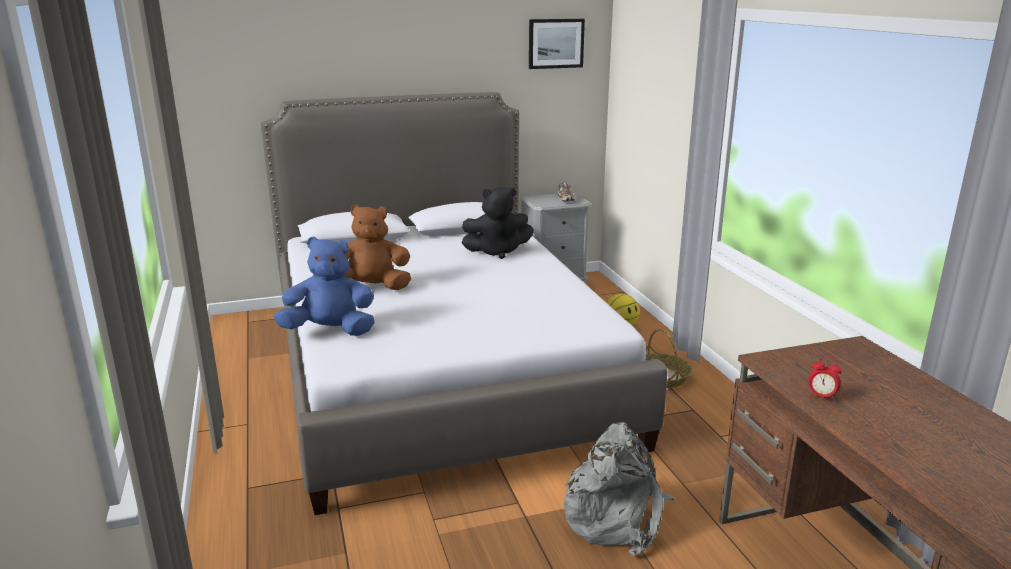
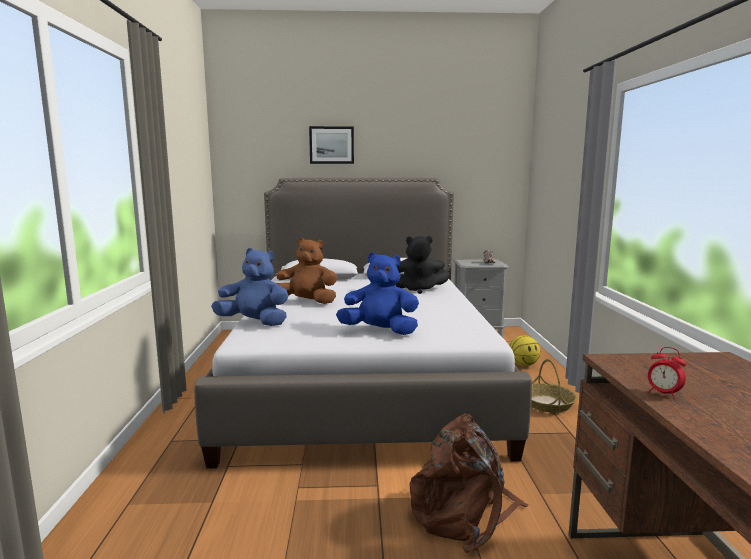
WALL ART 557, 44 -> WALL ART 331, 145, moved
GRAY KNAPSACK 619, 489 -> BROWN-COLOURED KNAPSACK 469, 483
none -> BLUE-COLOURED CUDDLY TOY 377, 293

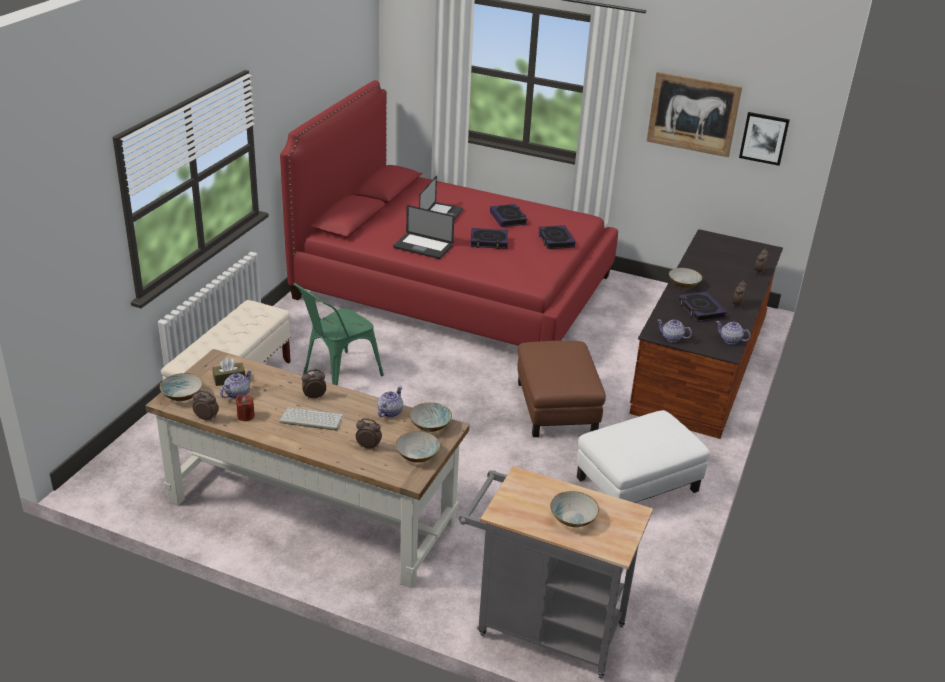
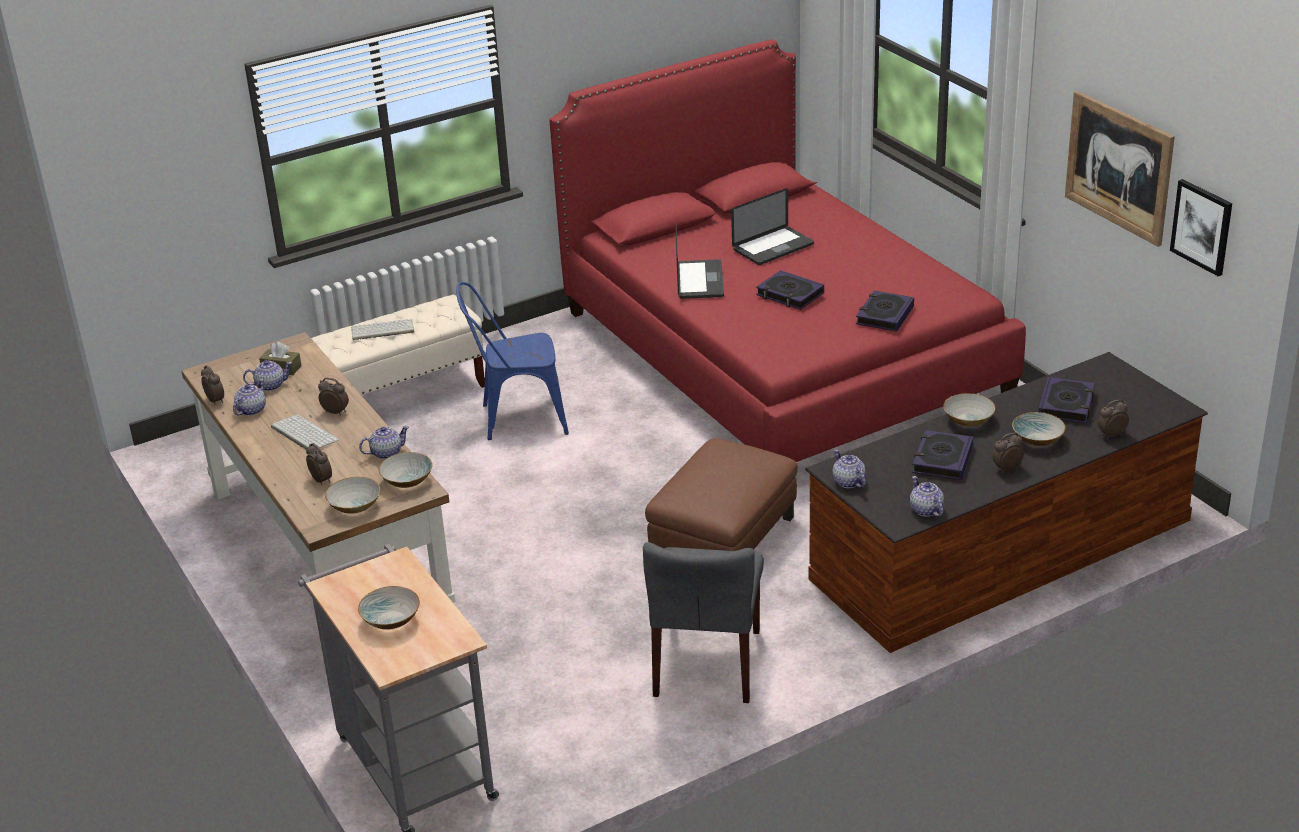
VOLUME 509, 215 -> VOLUME 1066, 400, moved
PORTABLE COMPUTER 423, 232 -> PORTABLE COMPUTER 699, 261, 150 degrees counterclockwise
GREEN PLAIN CHAIR 338, 334 -> BLUE-COLOURED PLAIN CHAIR 512, 361
SERVING BOWL 181, 387 -> SERVING BOWL 1039, 429, moved
RED WAX LIGHT 245, 408 -> POT FOR TEA 249, 397
WHITE OTTOMAN 643, 456 -> GRAY PLAIN CHAIR 703, 622
none -> PC KEYBOARD 382, 329

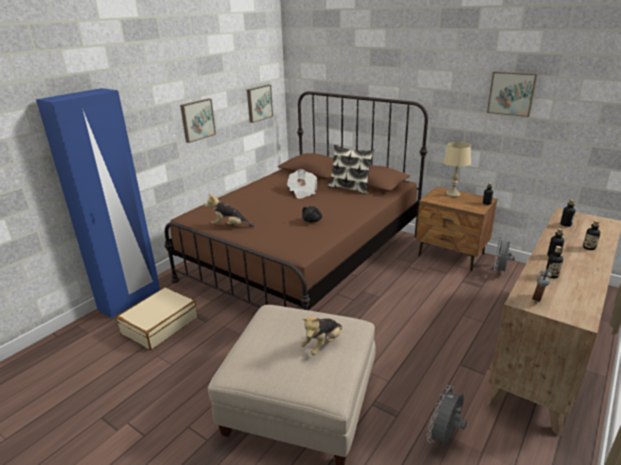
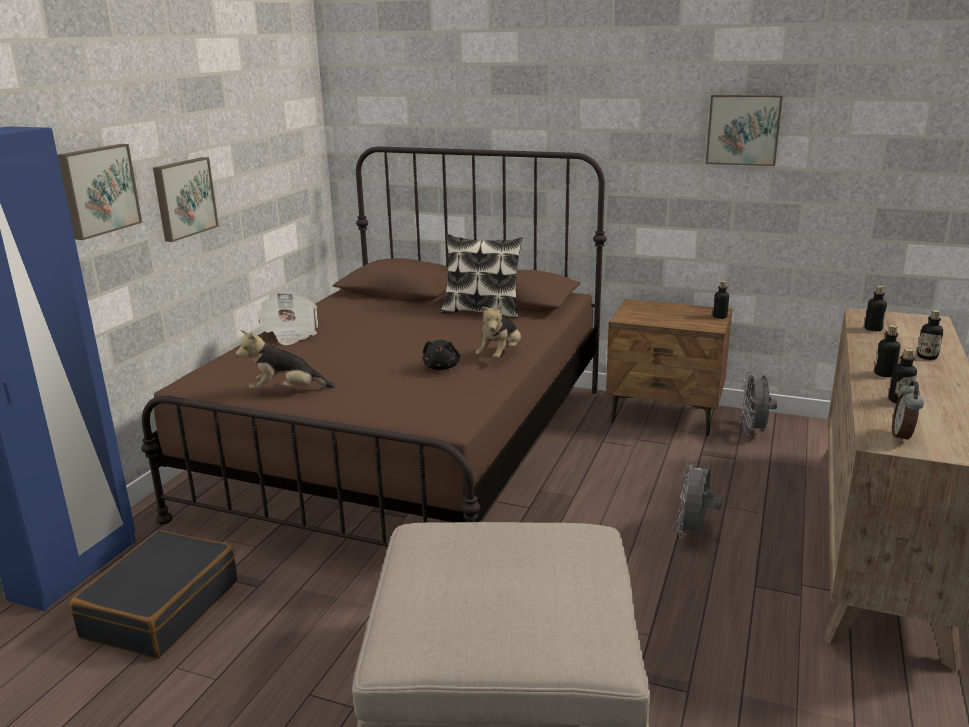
WALL ART 260, 104 -> WALL ART 100, 192, moved
SAND-COLOURED TABLETOP LAMP 457, 169 -> none
PRINTED PAPER 302, 184 -> PRINTED PAPER 288, 318, moved
SAND-COLOURED TRAVEL CASE 157, 318 -> BLACK-COLOURED TRAVEL CASE 153, 594
CUDDLY TOY 321, 336 -> CUDDLY TOY 498, 331, moved
GRAY COOLING FAN 447, 415 -> GRAY COOLING FAN 699, 497, moved

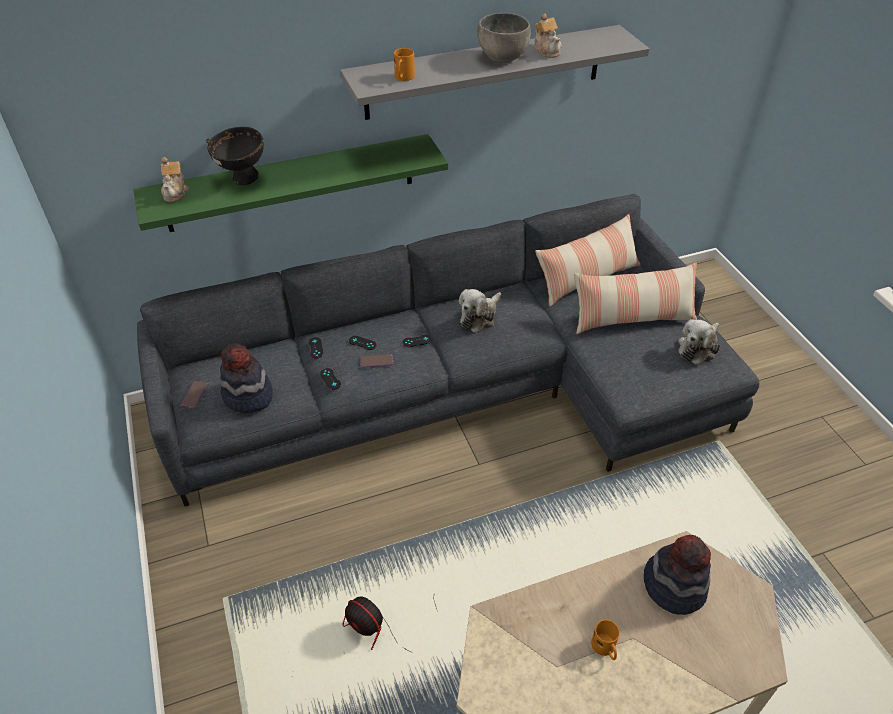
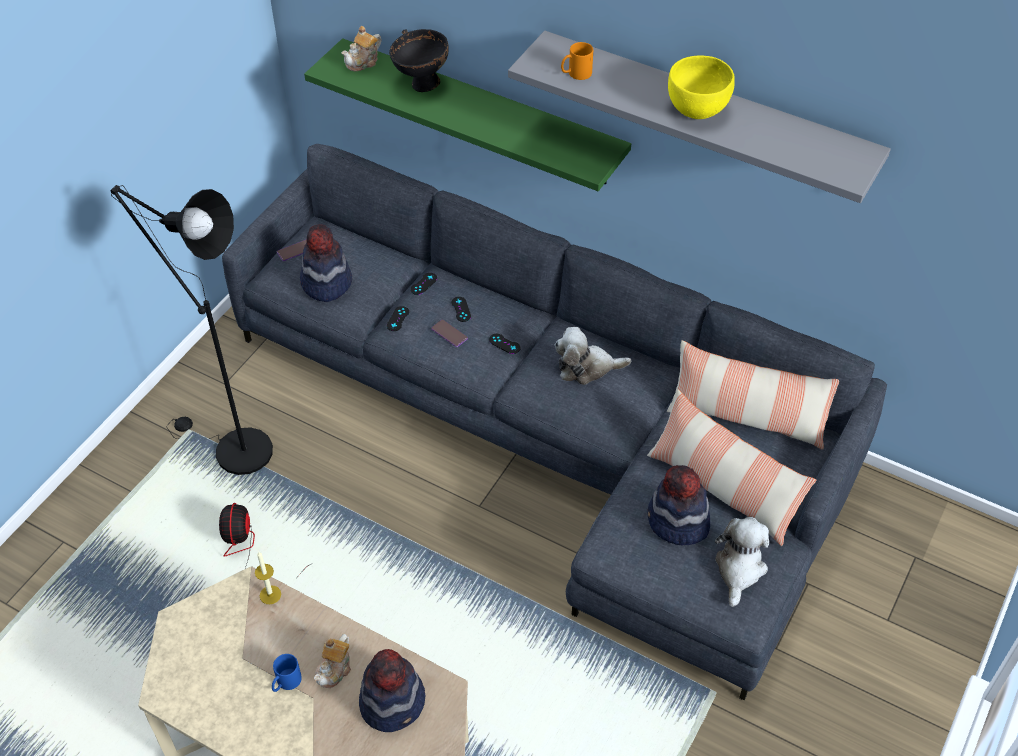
GRAY SERVING BOWL 504, 38 -> YELLOW-COLOURED SERVING BOWL 701, 87
POT FOR TEA 548, 35 -> POT FOR TEA 332, 661, moved
CUDDLY TOY 699, 342 -> CUDDLY TOY 742, 562, 105 degrees clockwise
ORANGEY COFFEE MUG 605, 640 -> BLUE-COLOURED COFFEE MUG 287, 673
none -> BLACK-COLOURED STANDING LAMP 191, 330
none -> WEARABLE HAT 678, 505
none -> WAX LIGHT 268, 578

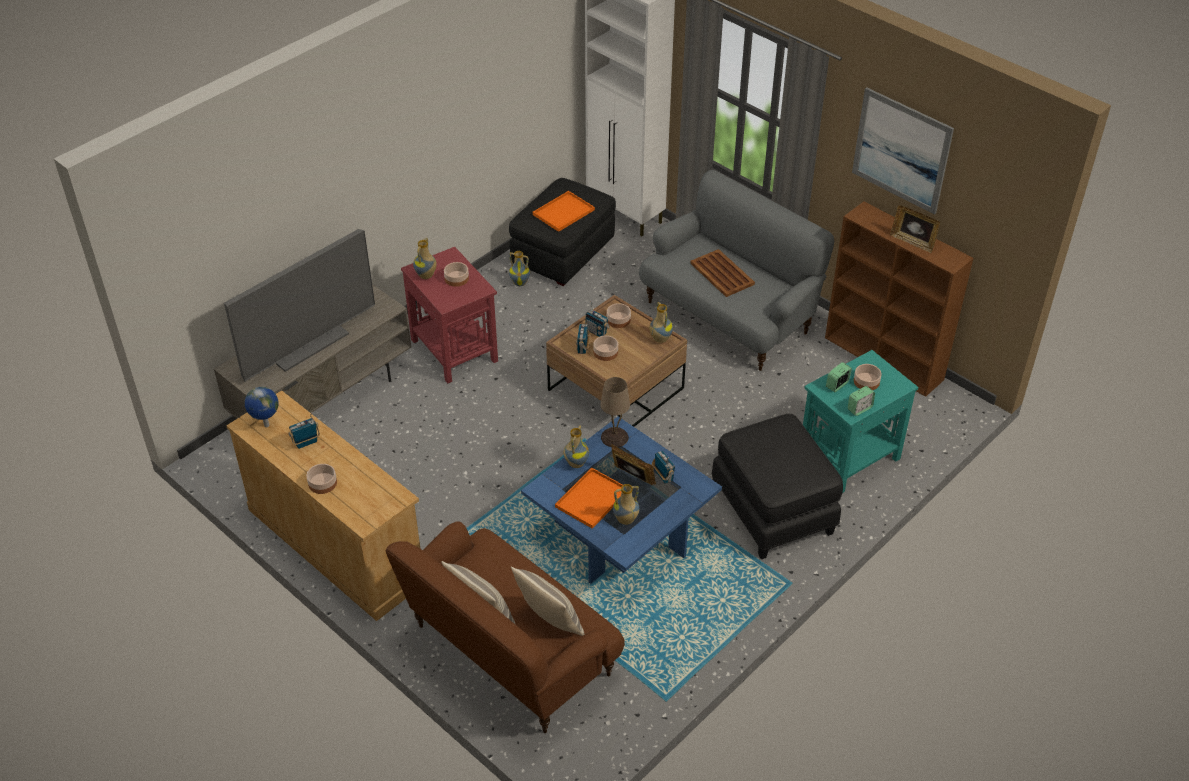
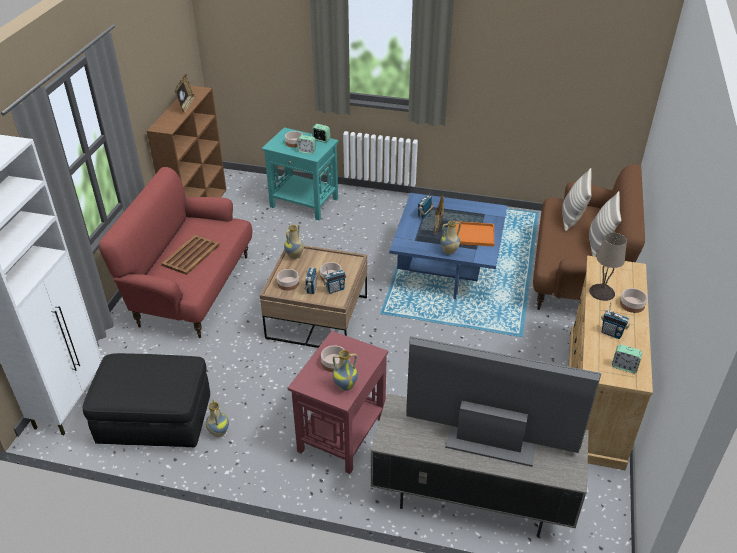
WALL ART 903, 151 -> none
GRAY SOFA 736, 270 -> RED SOFA 175, 252
ORANGEY TRAY 564, 211 -> none
SAND-COLOURED TABLETOP LAMP 615, 412 -> SAND-COLOURED TABLETOP LAMP 608, 267, moved
DESK GLOBE 261, 407 -> BEDSIDE CLOCK 627, 359
BLACK-COLOURED OTTOMAN 777, 487 -> none
FLOWER VASE 626, 504 -> none

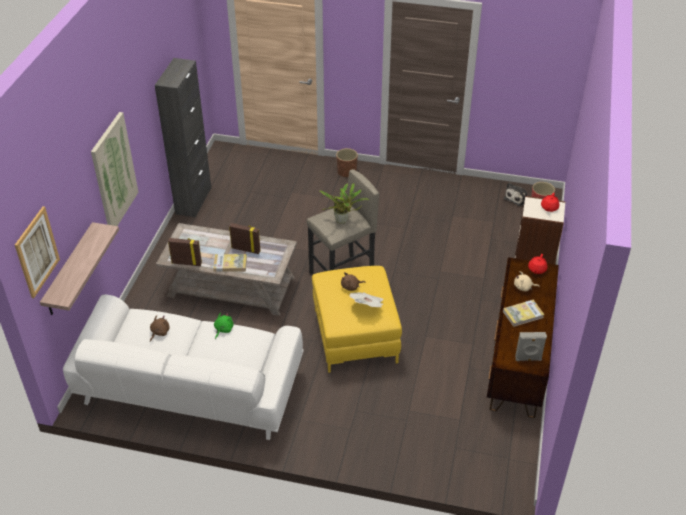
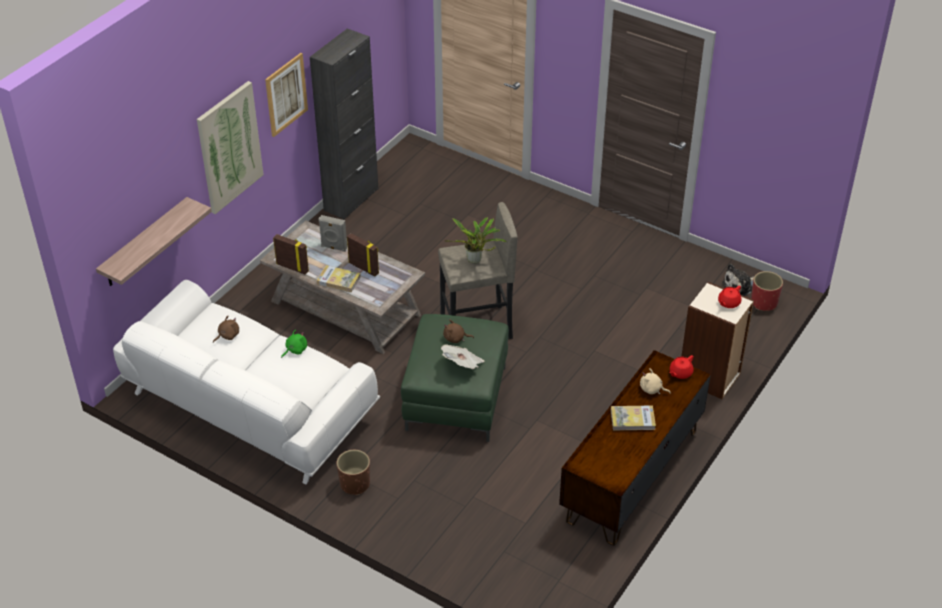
BROWN-COLOURED FLOWER POT 347, 162 -> BROWN-COLOURED FLOWER POT 353, 472, moved
WALL ART 37, 252 -> WALL ART 286, 95, moved
YELLOW-COLOURED OTTOMAN 357, 319 -> GREEN OTTOMAN 455, 378
GRAY LOUDSPEAKER 531, 346 -> GRAY LOUDSPEAKER 332, 233, moved

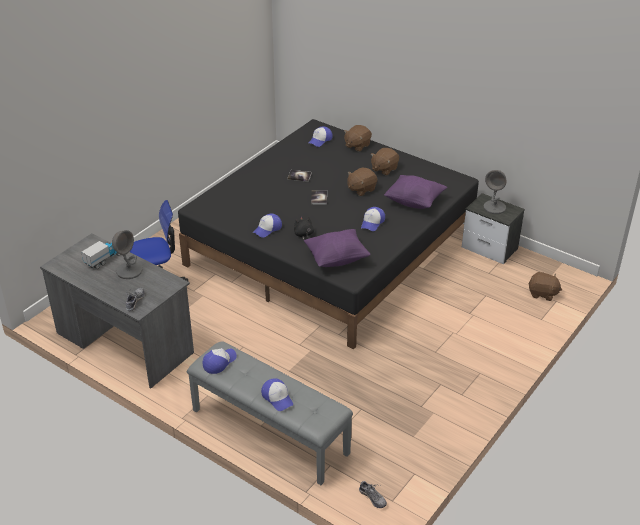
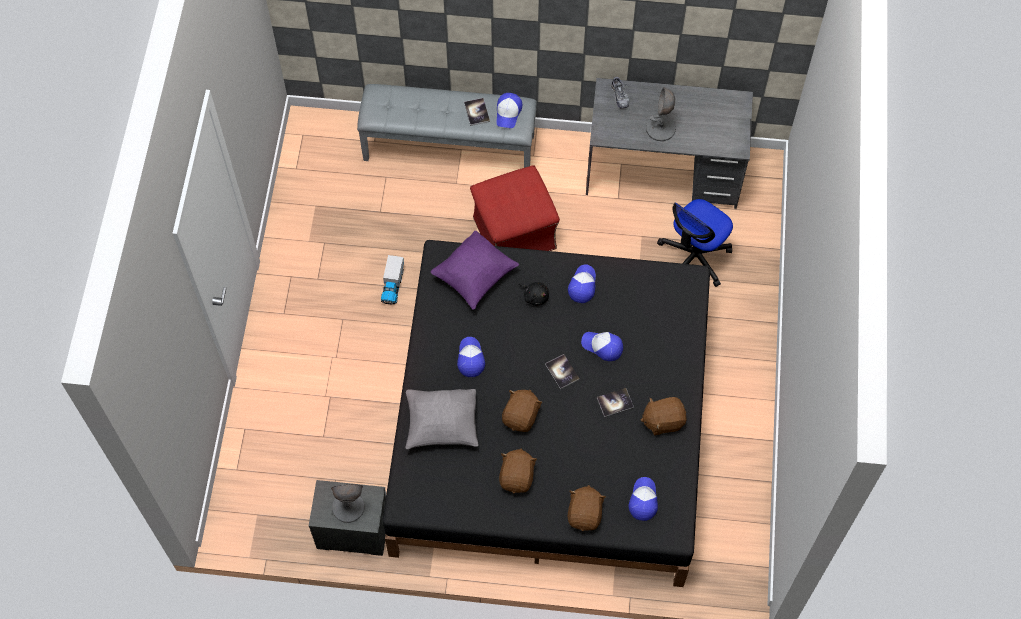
PURPLE PILLOW 415, 192 -> GRAY PILLOW 442, 419
MODEL TRUCK 100, 255 -> MODEL TRUCK 392, 279, moved
BROWN-COLOURED CUDDLY TOY 545, 286 -> BROWN-COLOURED CUDDLY TOY 663, 416, moved
PEAKED CAP 277, 394 -> PEAKED CAP 602, 346, moved
ITEM OF FOOTWEAR 373, 494 -> none
none -> VOLUME 477, 112
none -> RED OTTOMAN 515, 208

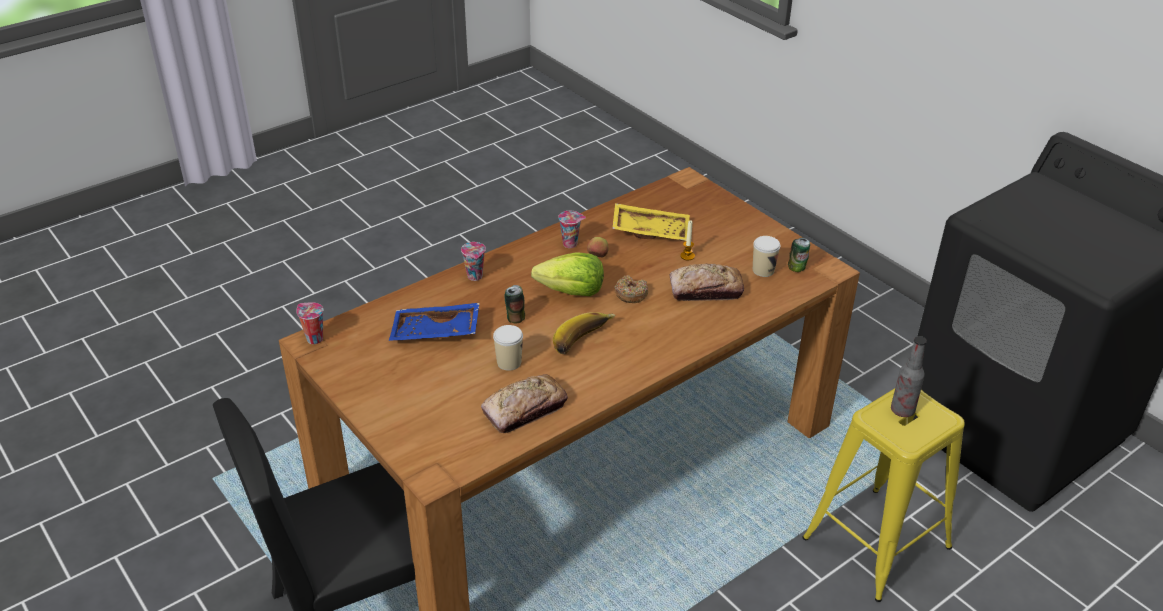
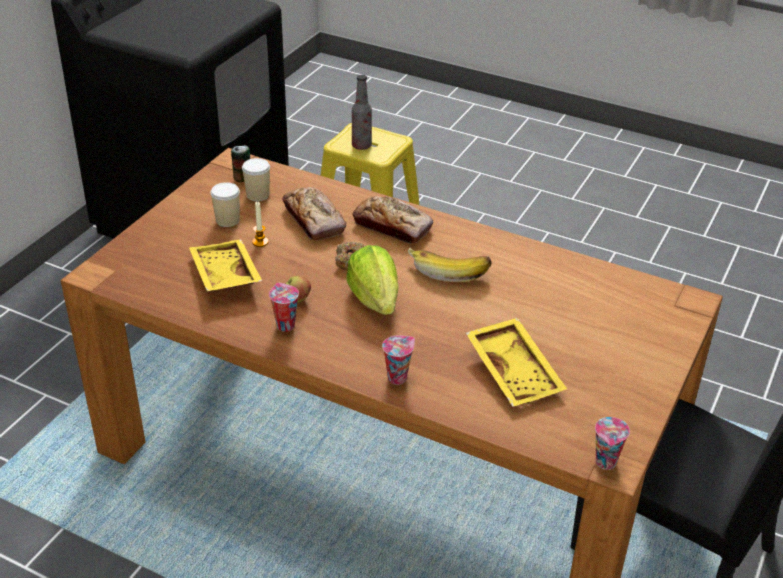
CAN 514, 304 -> none
BLUE-COLOURED TRAY 434, 322 -> YELLOW-COLOURED TRAY 516, 362
SMALL CUP 508, 348 -> SMALL CUP 225, 204, moved
BAKERY BREAD 524, 403 -> BAKERY BREAD 393, 220, moved

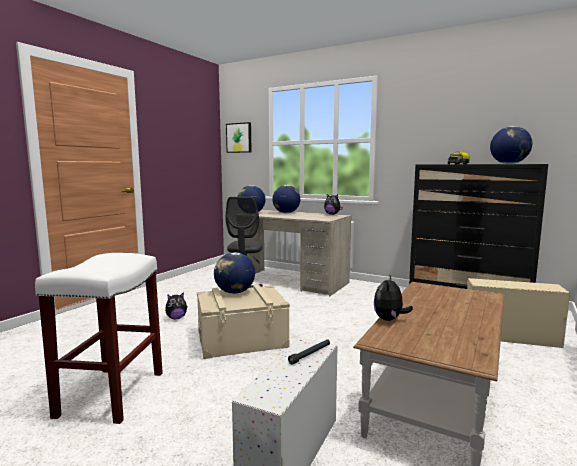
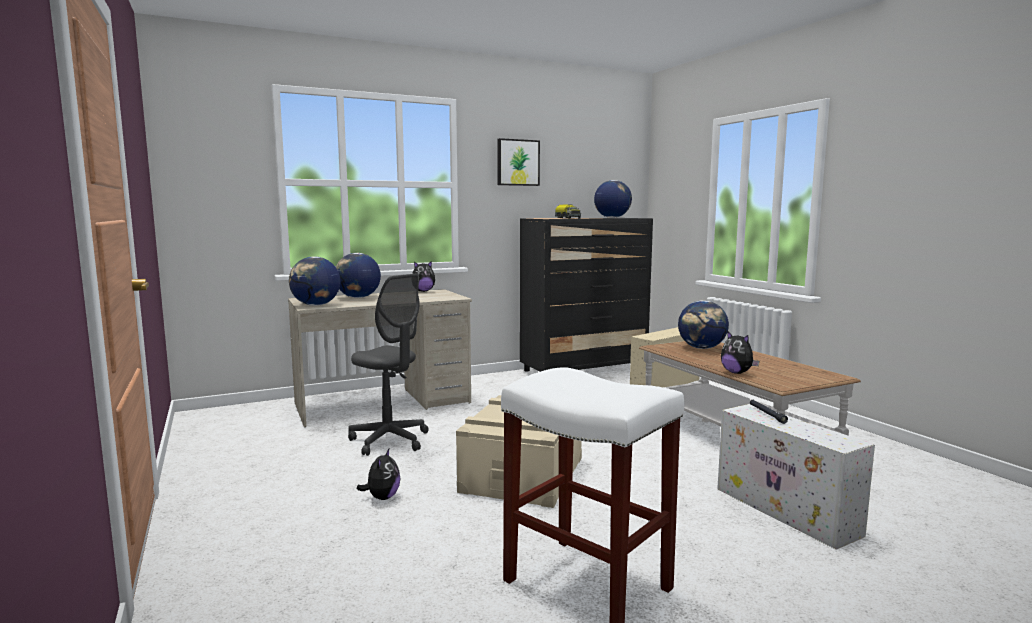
WALL ART 239, 137 -> WALL ART 518, 162, moved
DESK GLOBE 234, 273 -> DESK GLOBE 703, 324, moved

